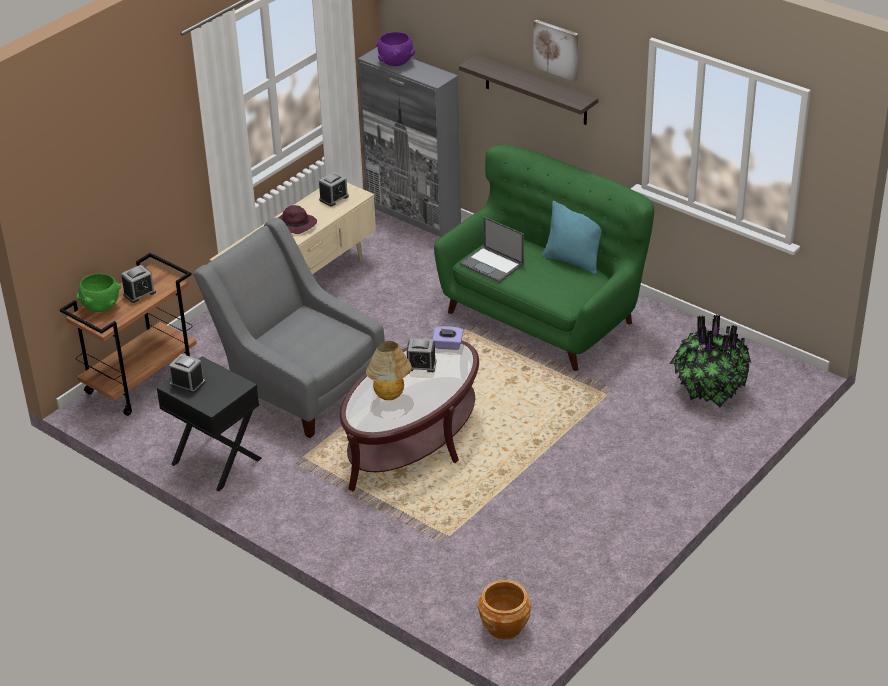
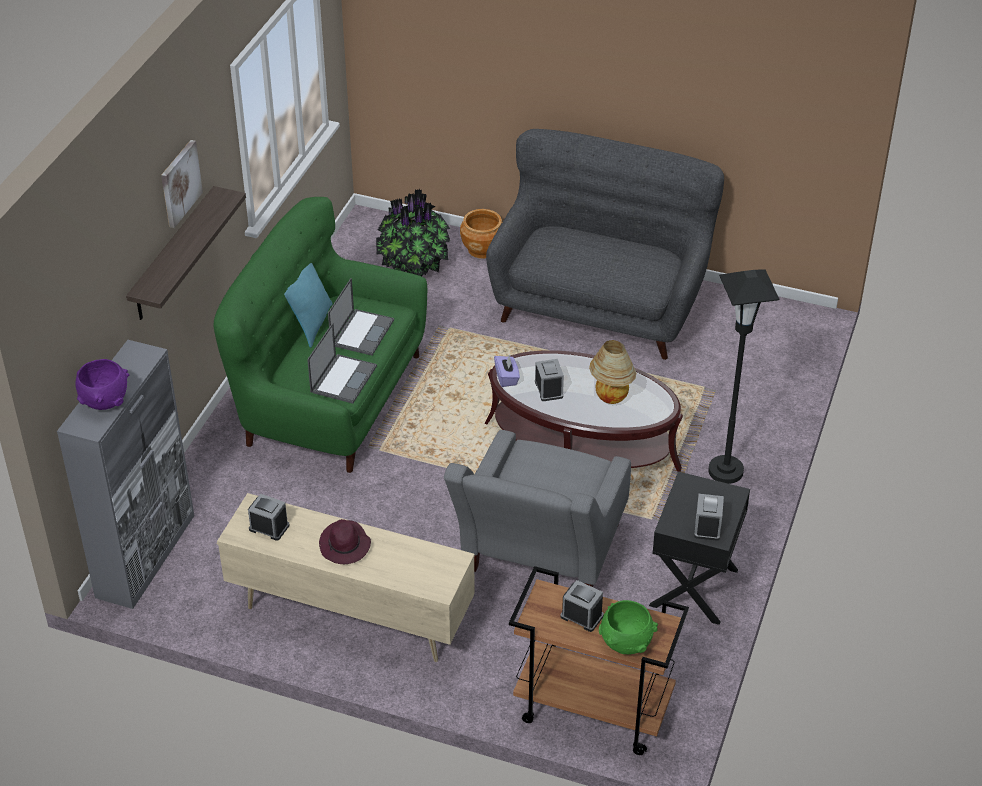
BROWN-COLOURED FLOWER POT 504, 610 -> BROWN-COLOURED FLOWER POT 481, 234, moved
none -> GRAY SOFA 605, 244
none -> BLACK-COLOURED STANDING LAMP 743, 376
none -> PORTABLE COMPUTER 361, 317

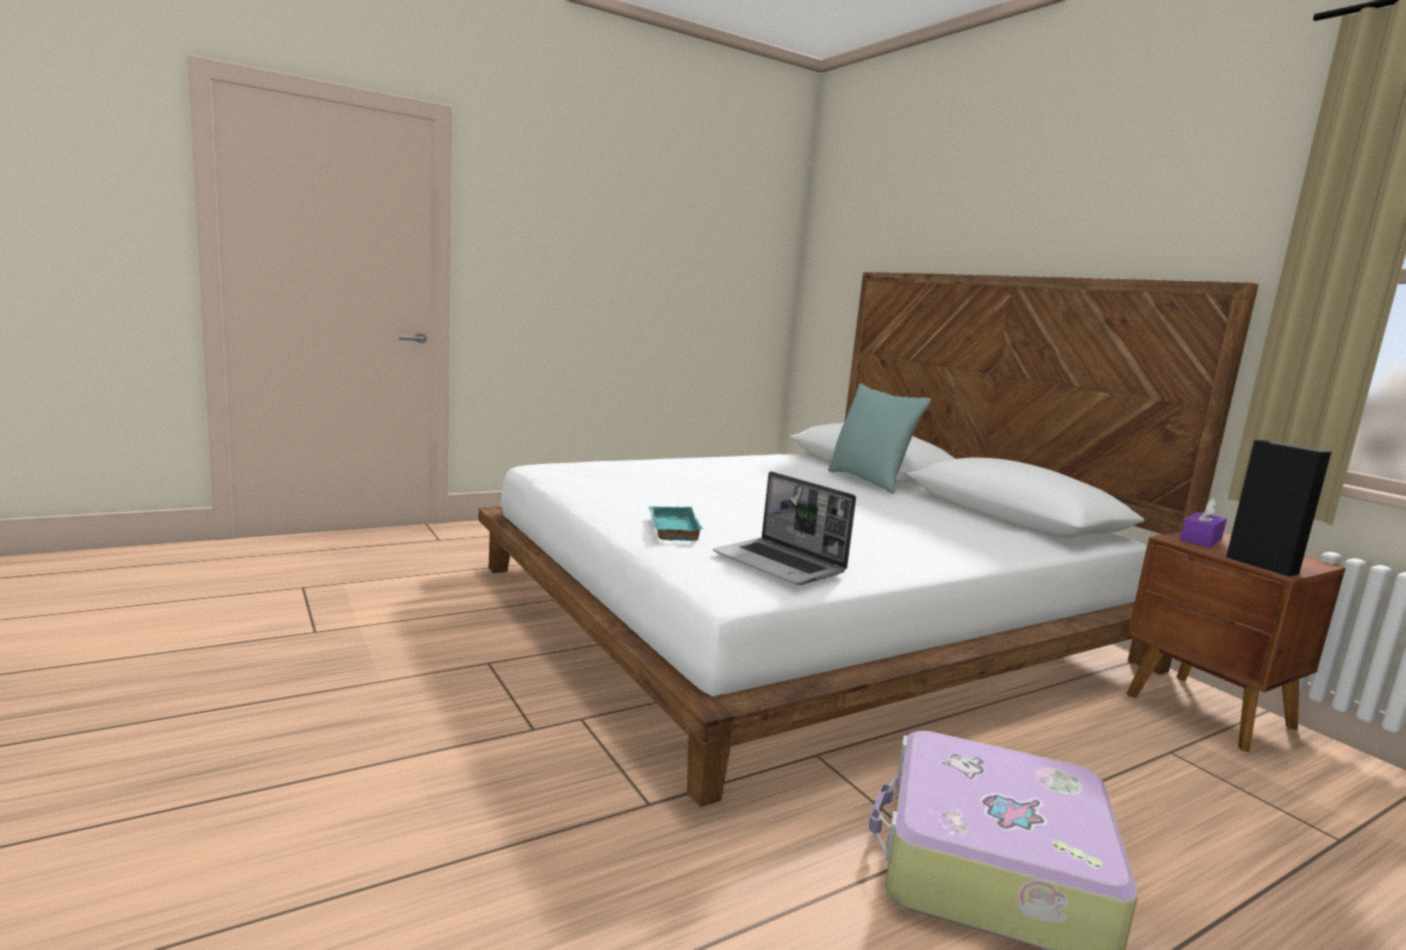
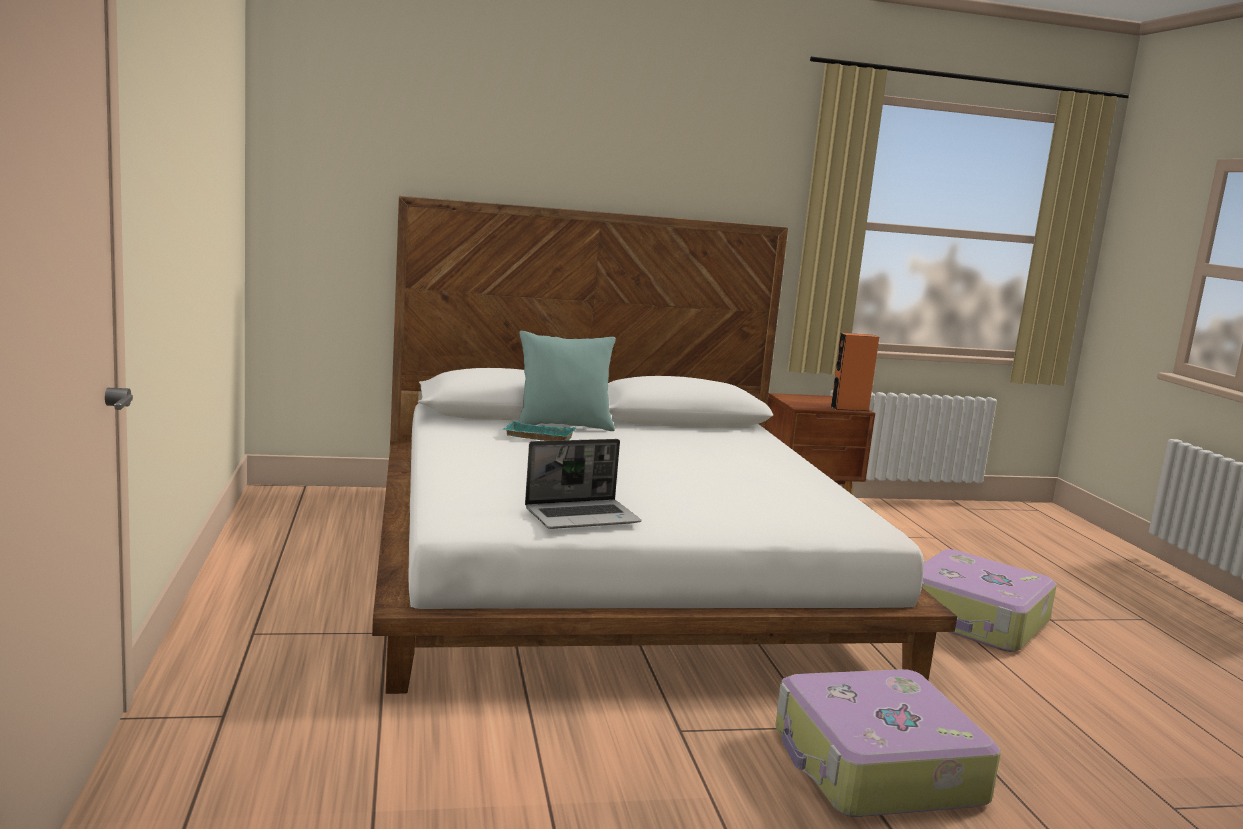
BLACK-COLOURED LOUDSPEAKER 1279, 508 -> ORANGEY LOUDSPEAKER 854, 372
PORTABLE COMPUTER 784, 528 -> PORTABLE COMPUTER 583, 484, moved
PURPLE TISSUE BOX 1203, 522 -> none
BLUE-GREEN TRAY 676, 523 -> BLUE-GREEN TRAY 539, 431, moved
none -> TRAVEL CASE 888, 743

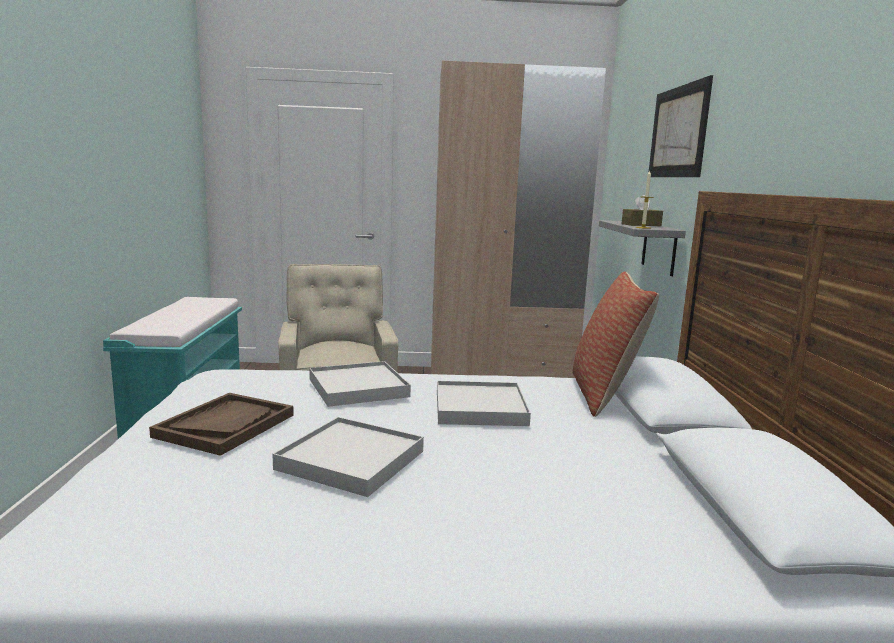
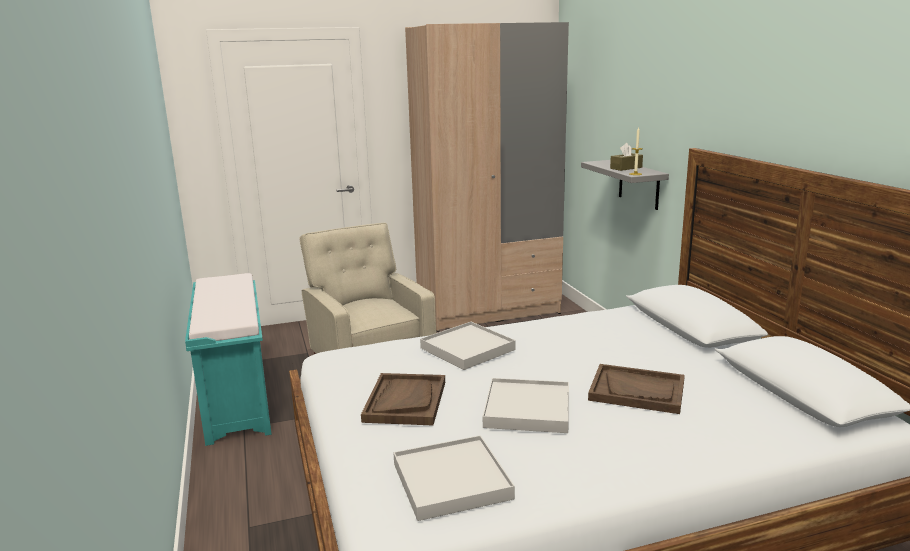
WALL ART 681, 126 -> none
PILLOW 615, 344 -> none
WHITE TRAY 484, 403 -> WHITE TRAY 454, 478, moved
none -> BROWN-COLOURED TRAY 636, 389

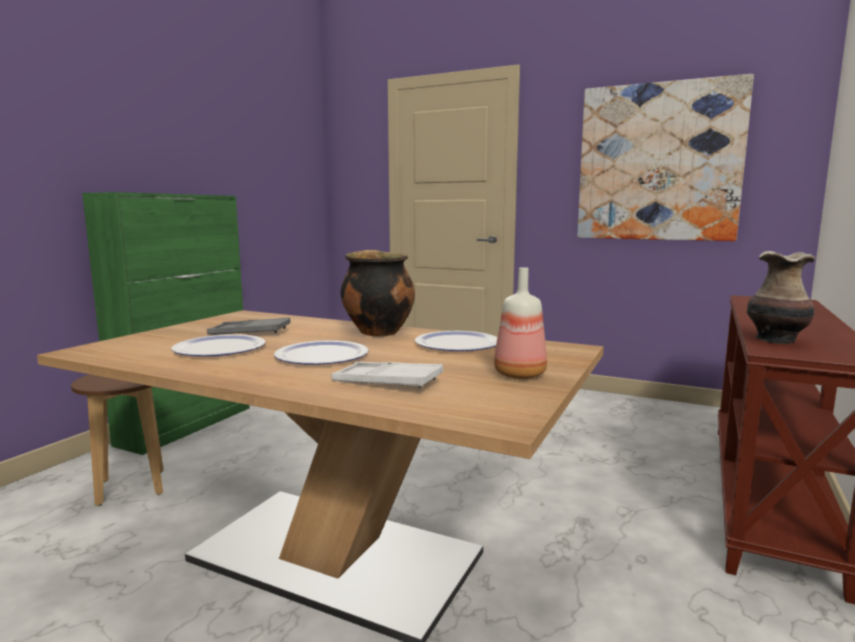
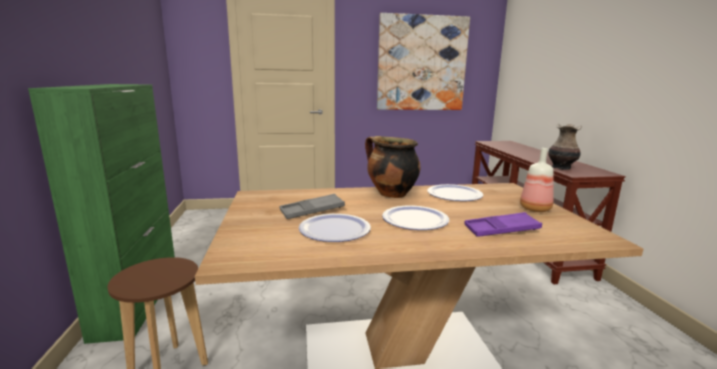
WHITE TRAY 387, 375 -> PURPLE TRAY 503, 224

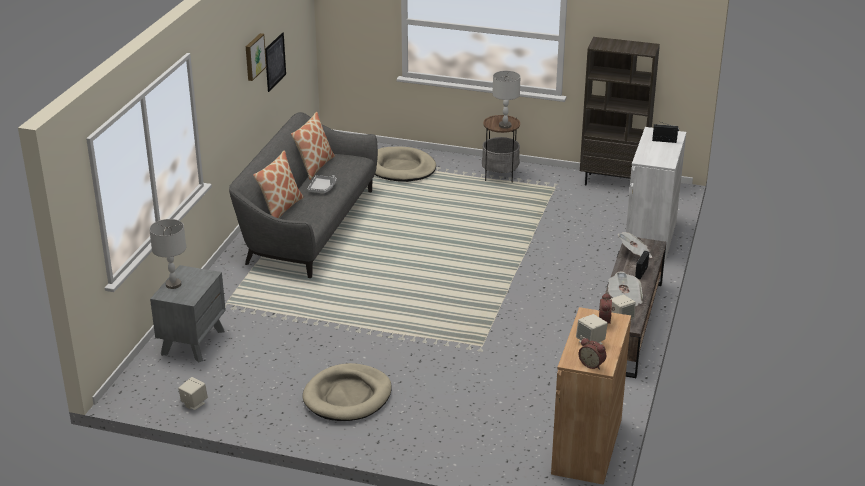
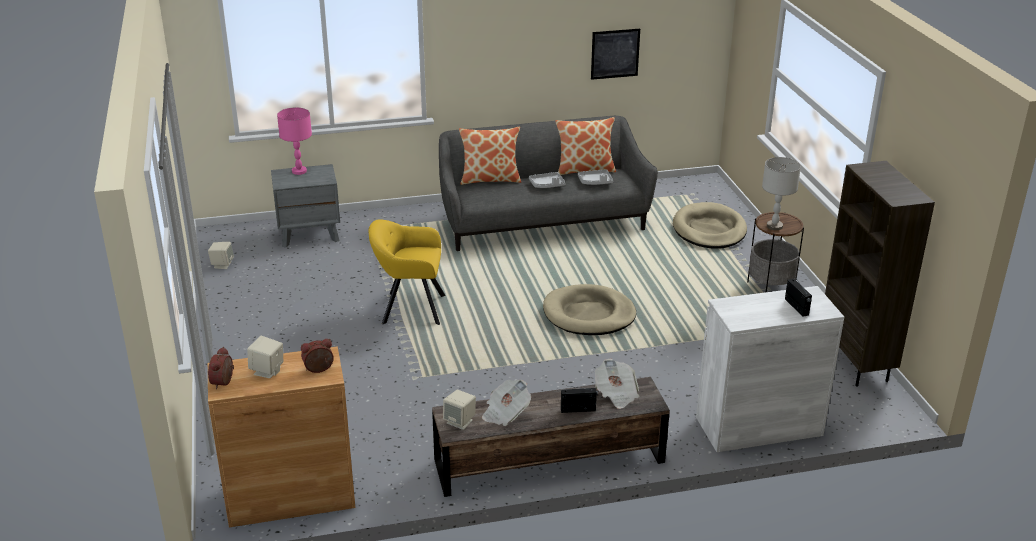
WALL ART 256, 57 -> none
GRAY TABLETOP LAMP 167, 254 -> PINK-COLOURED TABLETOP LAMP 294, 141
SAND-COLOURED DOG BED 347, 392 -> SAND-COLOURED DOG BED 589, 309, moved
none -> GRAY TRAY 595, 177
none -> YELLOW-COLOURED LOUNGE CHAIR 407, 272

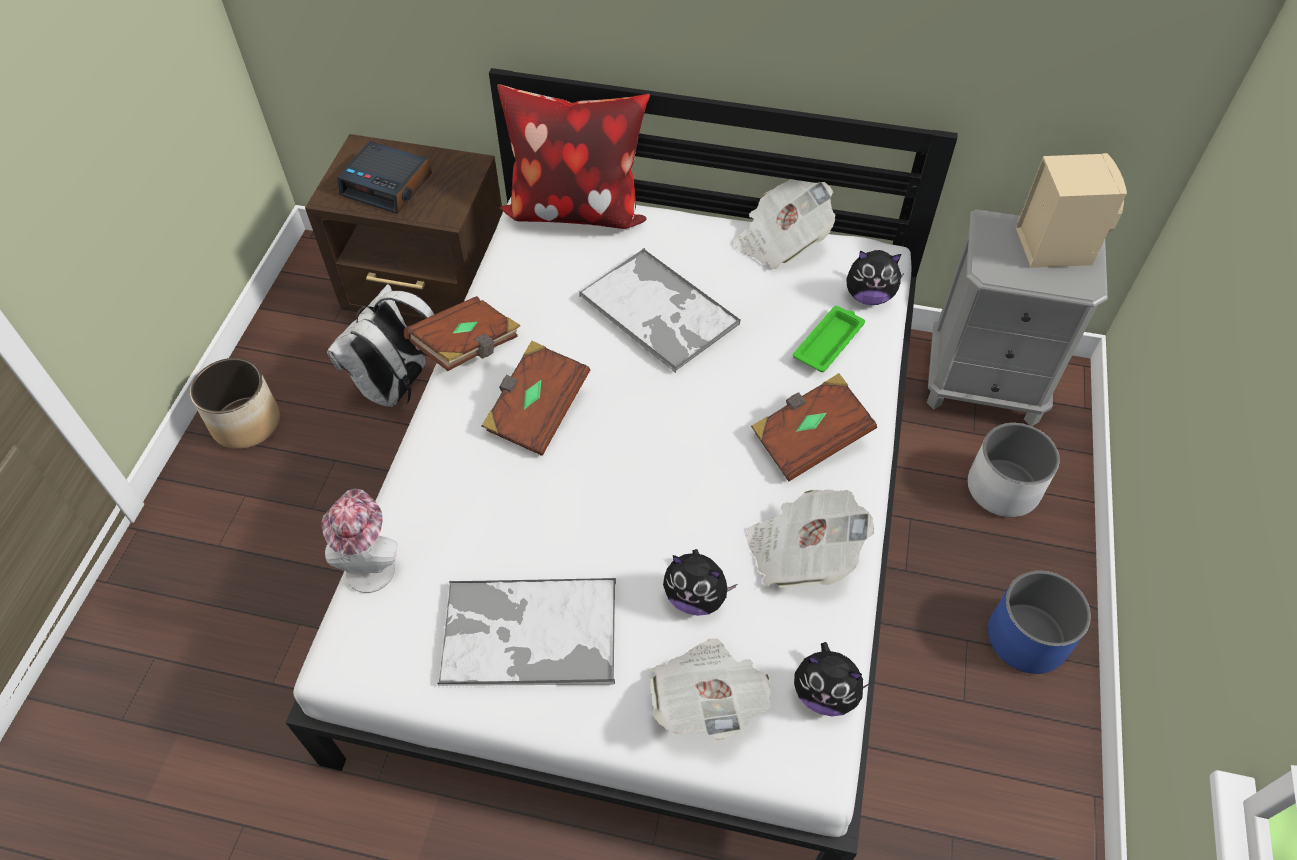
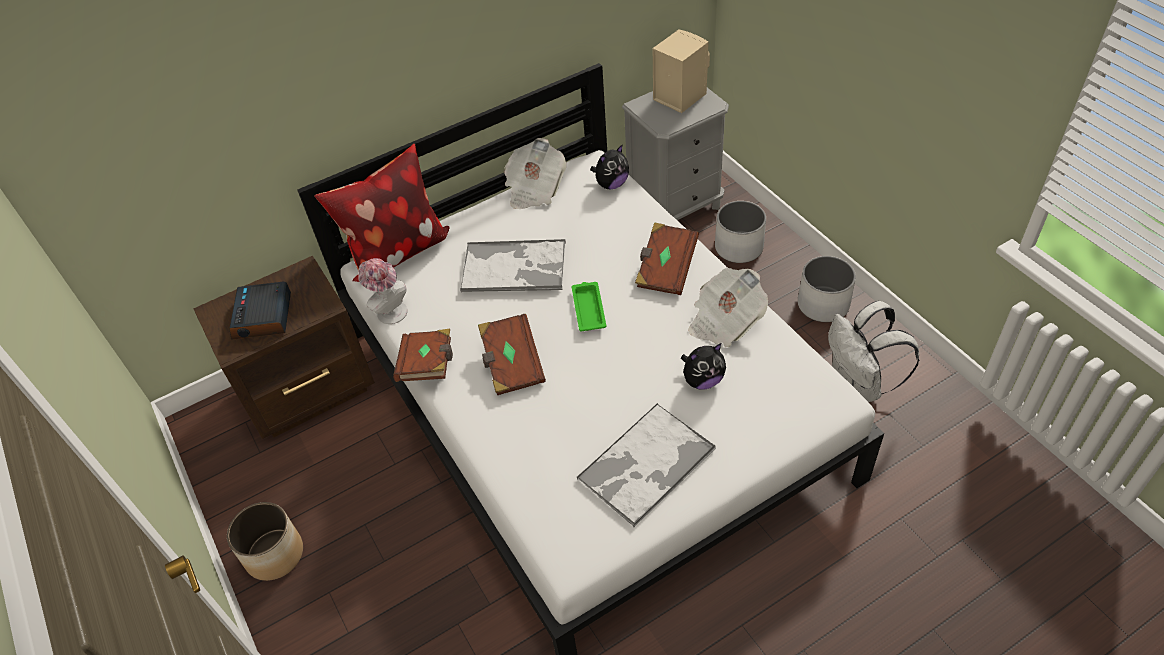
BEDSIDE CLOCK 384, 177 -> BEDSIDE CLOCK 260, 311, 105 degrees clockwise
WHITE KNAPSACK 381, 345 -> WHITE KNAPSACK 873, 351, moved
GREEN TRAY 829, 339 -> GREEN TRAY 589, 306, moved
WEARABLE HAT 359, 541 -> WEARABLE HAT 383, 291, moved
BLUE-COLOURED FLOWER POT 1039, 622 -> WHITE FLOWER POT 827, 289
PRINTED PAPER 710, 689 -> none
CUDDLY TOY 833, 679 -> none

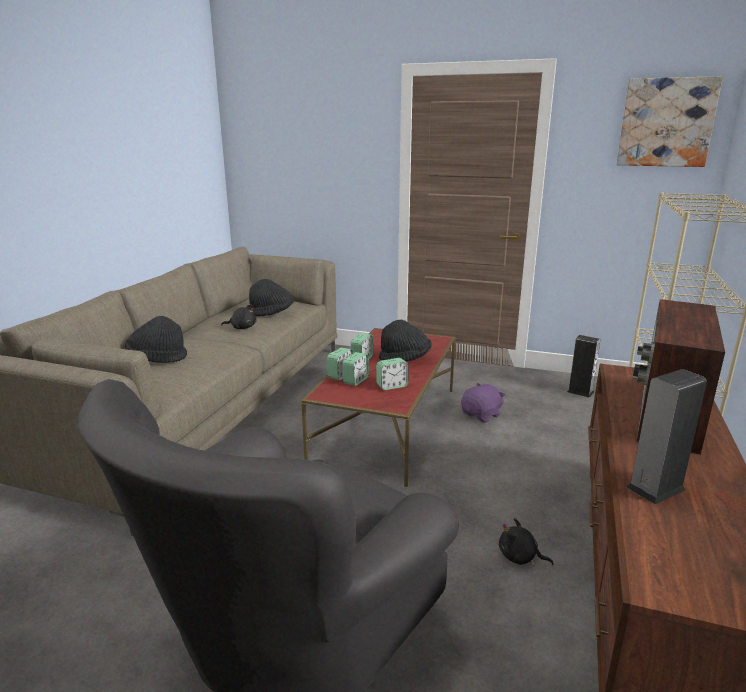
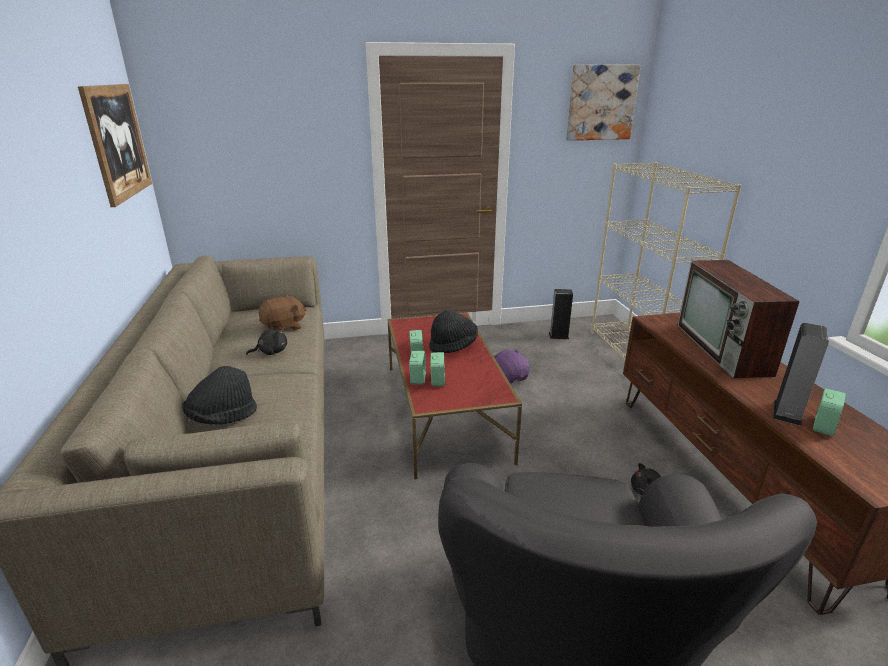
BLACK-COLOURED WEARABLE HAT 271, 297 -> BROWN-COLOURED CUDDLY TOY 283, 312
BEDSIDE CLOCK 392, 374 -> BEDSIDE CLOCK 829, 412, moved
PURPLE CUDDLY TOY 483, 403 -> PURPLE CUDDLY TOY 512, 366, 45 degrees counterclockwise
none -> WALL ART 115, 145

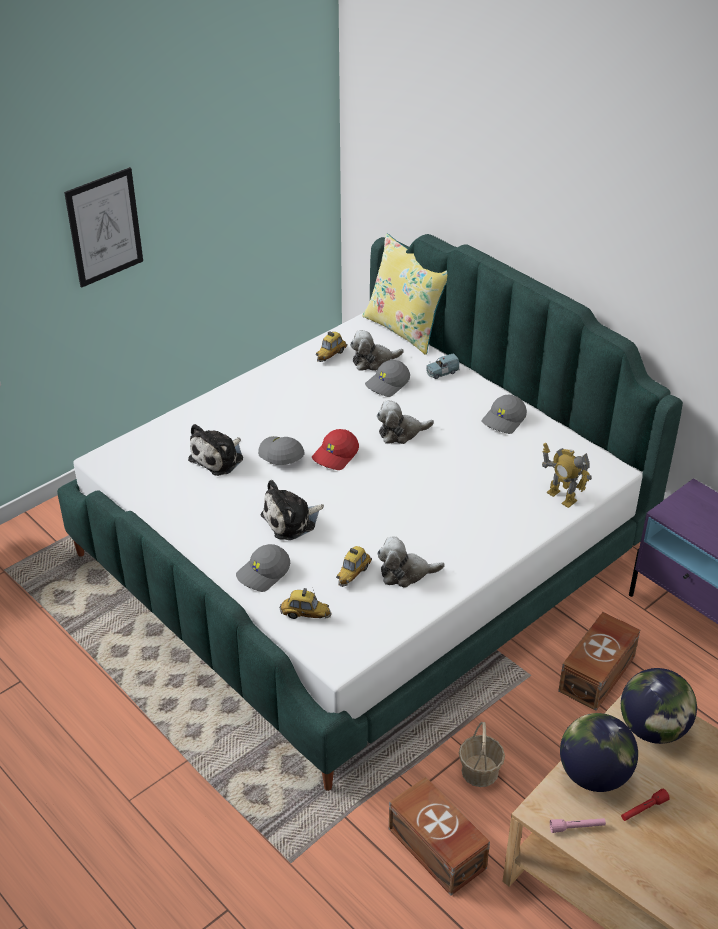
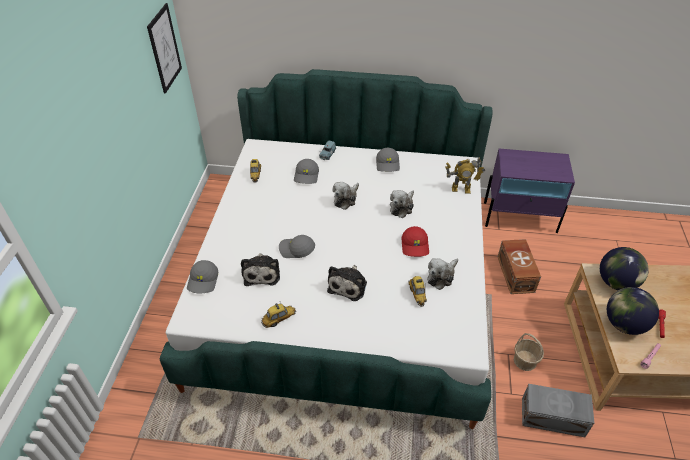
WALL ART 103, 227 -> WALL ART 164, 48, moved
YELLOW-COLOURED PILLOW 404, 294 -> none
CUDDLY TOY 377, 350 -> CUDDLY TOY 402, 204, moved
RED PEAKED CAP 335, 449 -> RED PEAKED CAP 415, 241, moved
GRAY PEAKED CAP 263, 568 -> GRAY PEAKED CAP 202, 276, moved
MINIATURE CAR 306, 603 -> MINIATURE CAR 278, 315, moved
BROWN-COLOURED STORAGE CONTAINER 439, 836 -> GRAY STORAGE CONTAINER 558, 410

